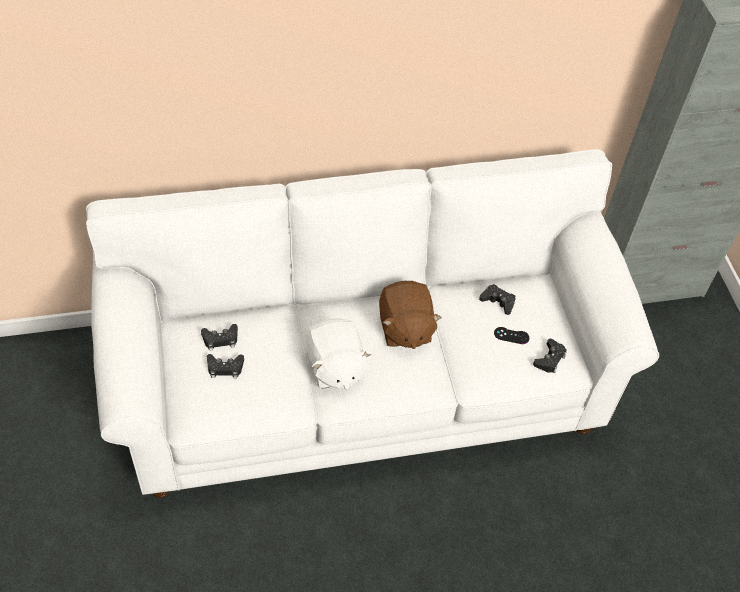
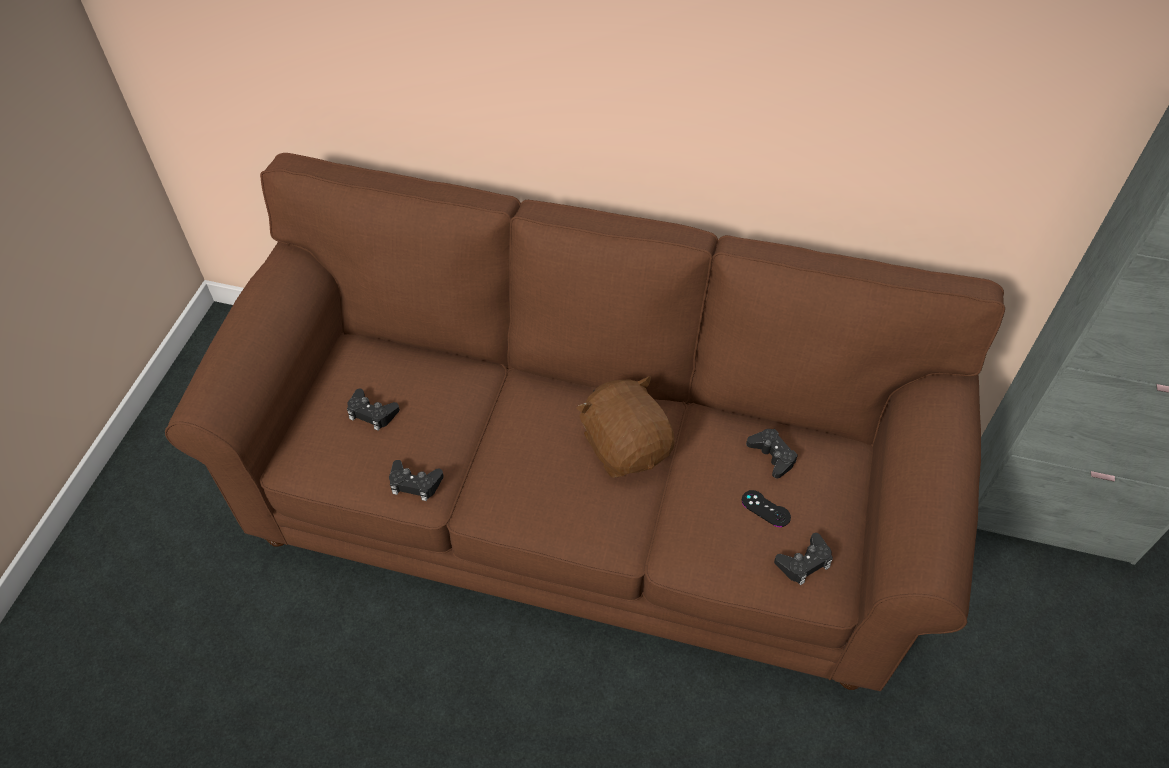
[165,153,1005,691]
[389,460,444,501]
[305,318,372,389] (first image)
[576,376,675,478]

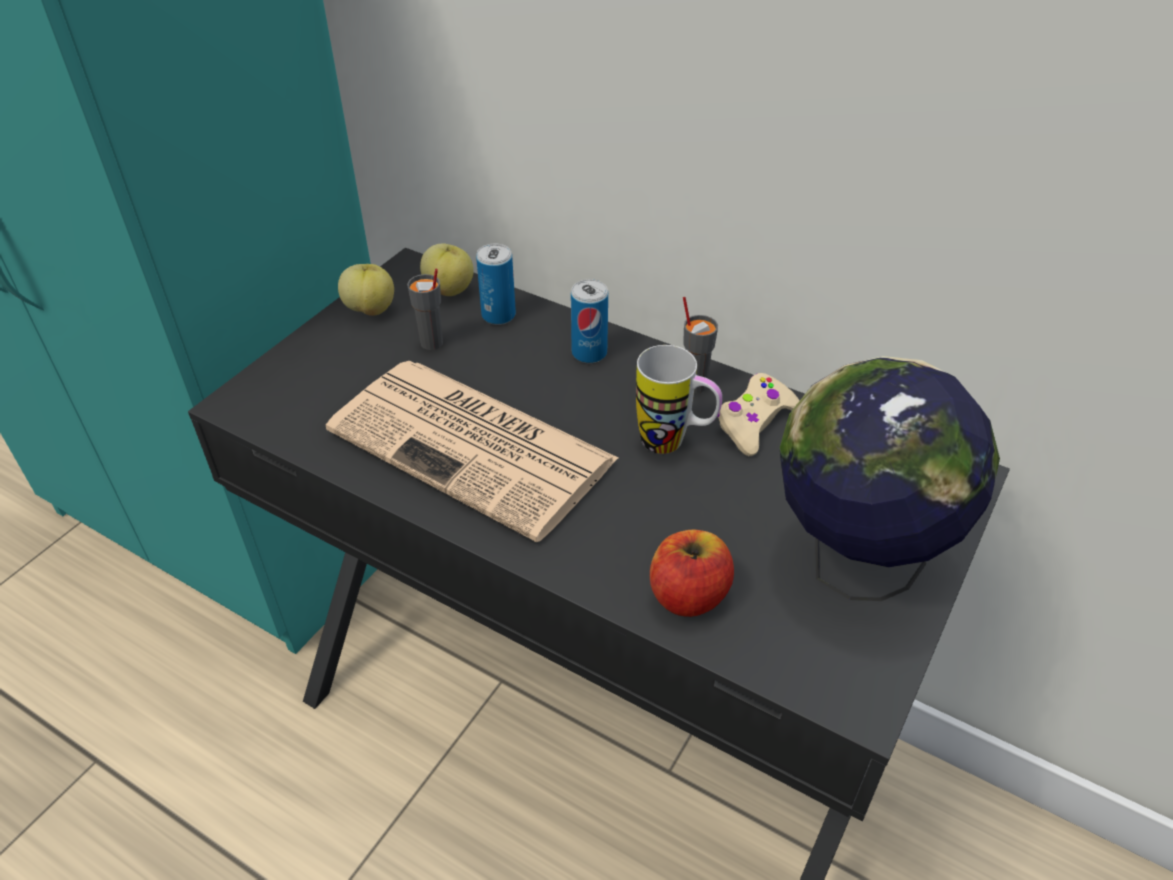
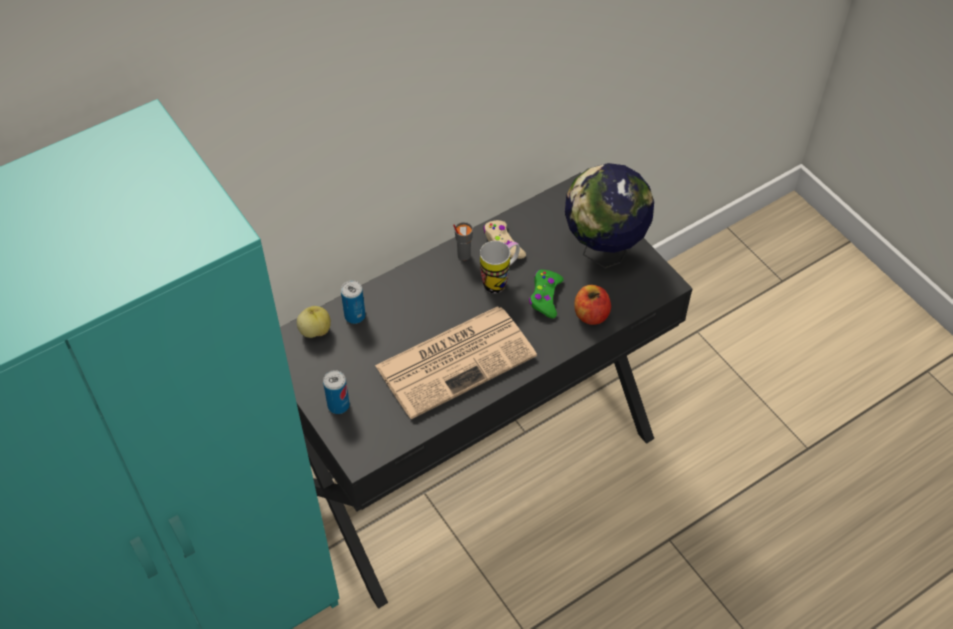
[338,264,394,316] (first image)
[407,269,443,350] (first image)
[323,370,350,414]
[529,270,564,319]

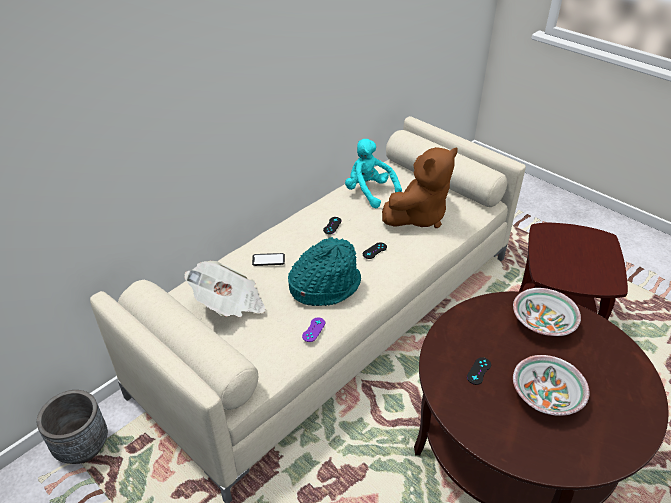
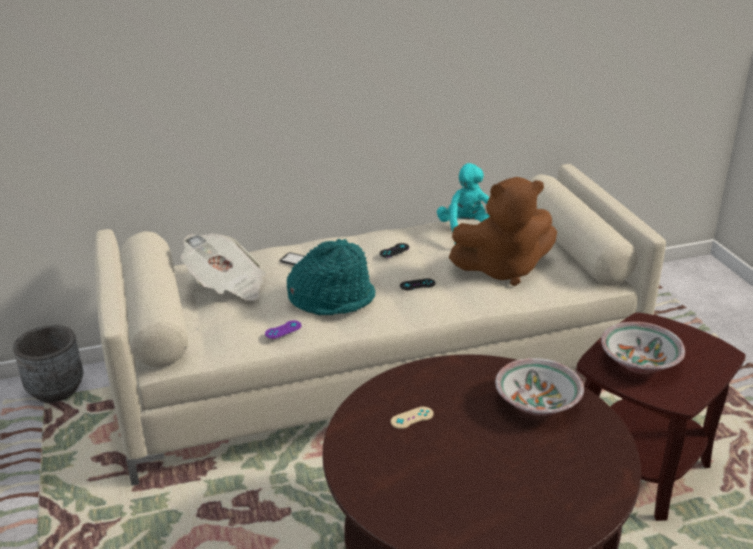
[391,407,434,429]
[601,322,685,374]

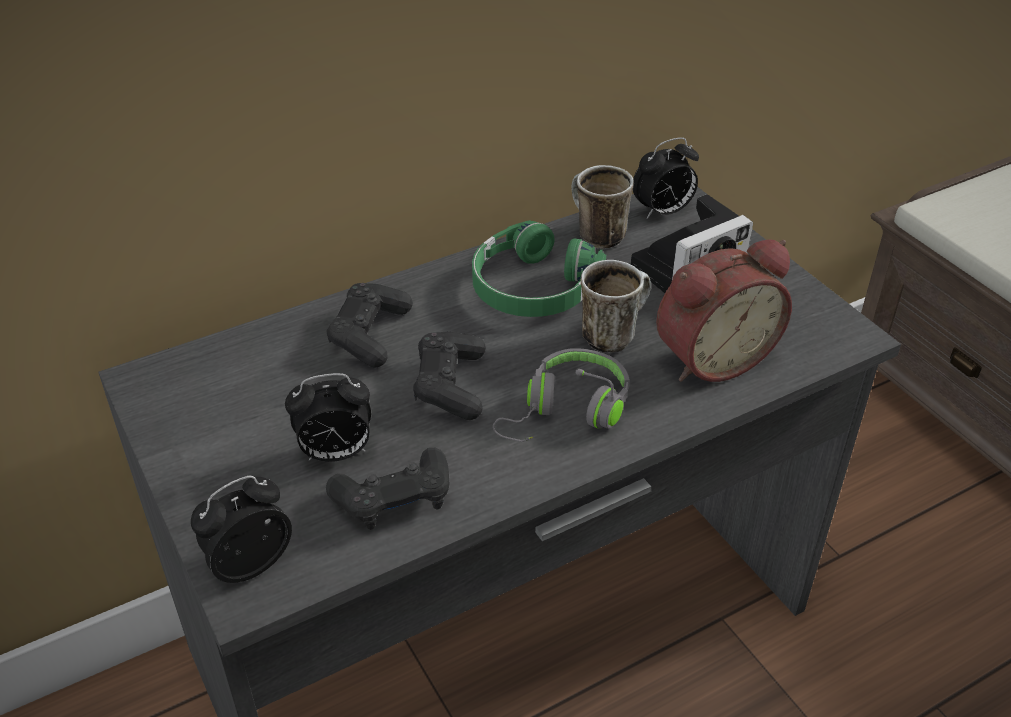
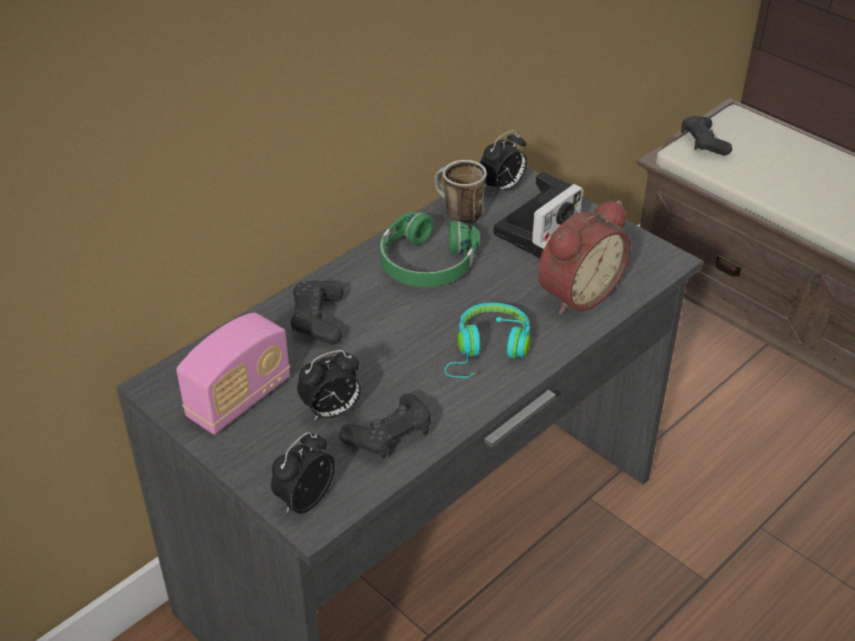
[681,116,732,155]
[444,303,530,378]
[581,260,651,353] (first image)
[176,312,290,434]

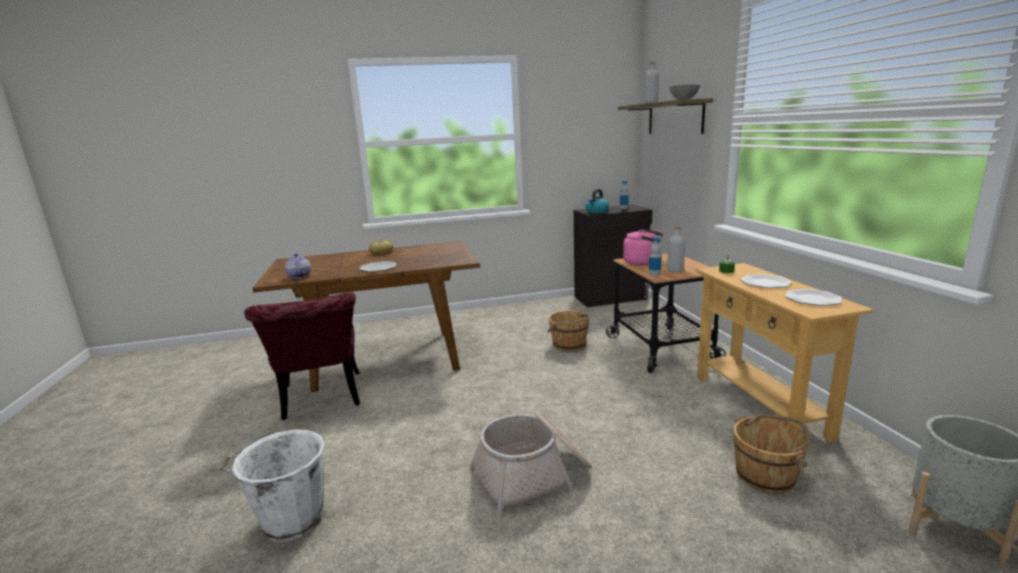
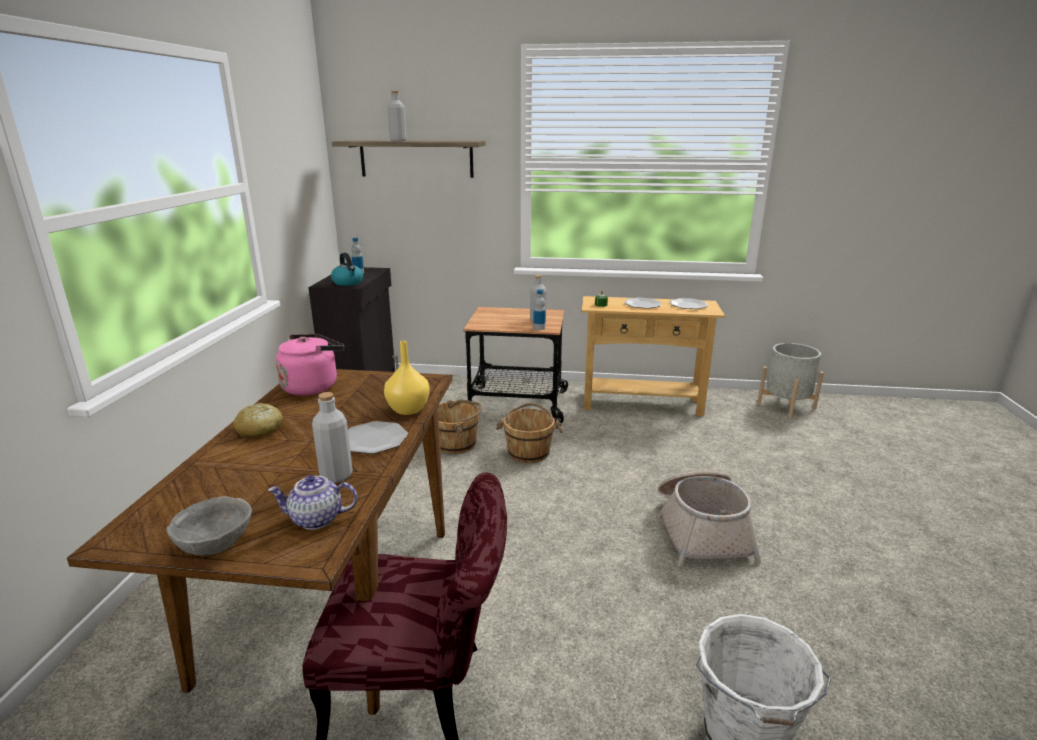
[276,334,344,396]
[166,496,252,555]
[496,403,563,463]
[312,392,353,483]
[384,341,430,415]

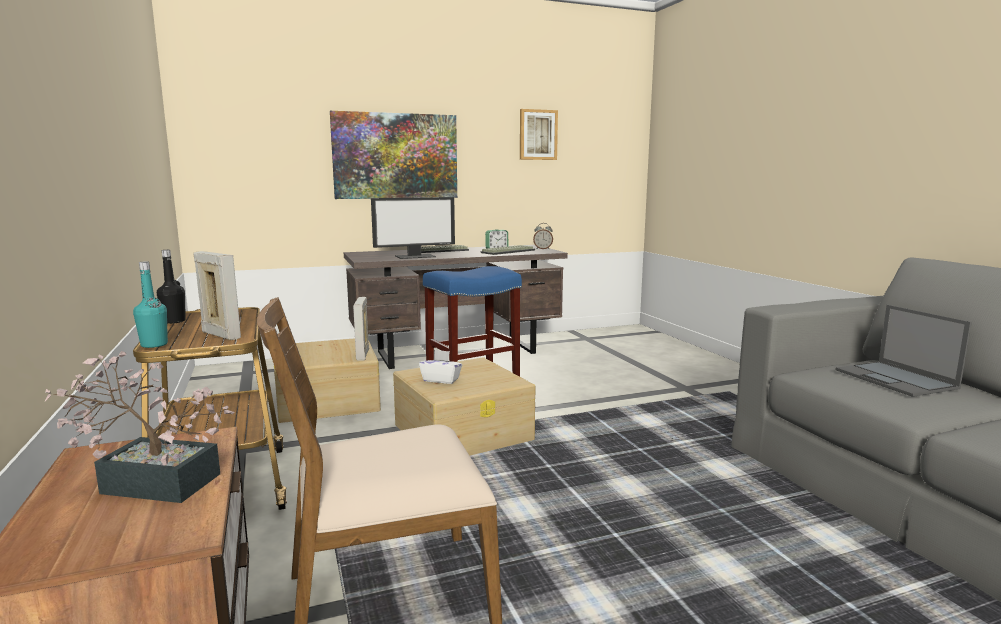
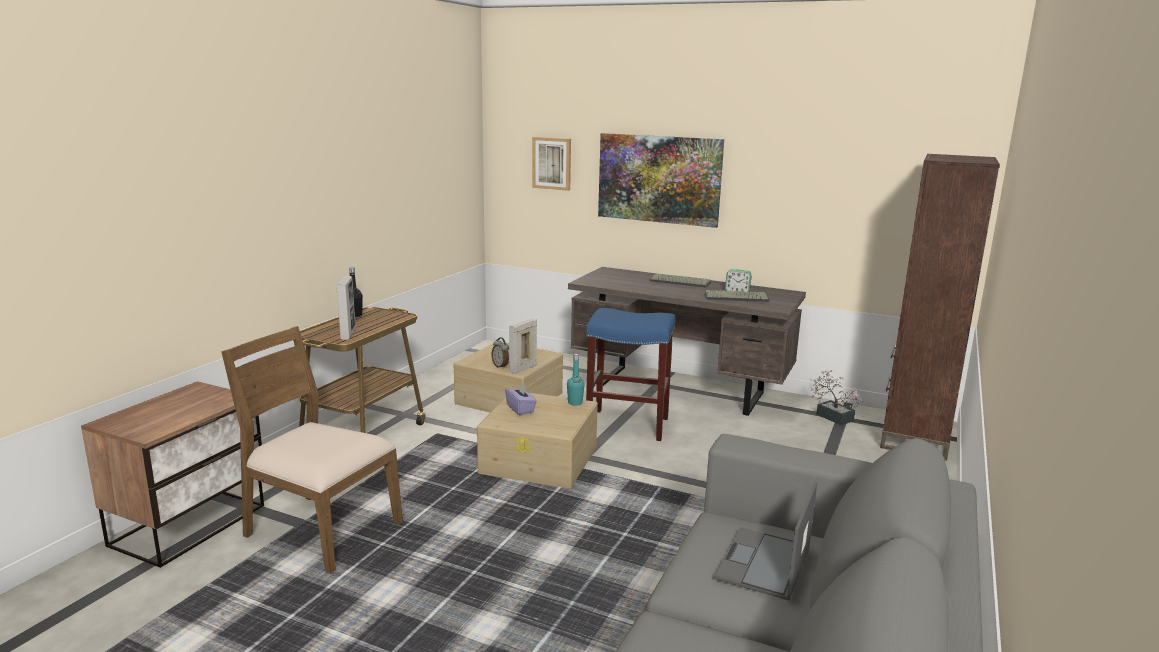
[810,370,864,425]
[567,354,585,406]
[371,197,455,259] (first image)
[505,383,537,415]
[532,137,571,191]
[492,337,509,369]
[880,154,1000,461]

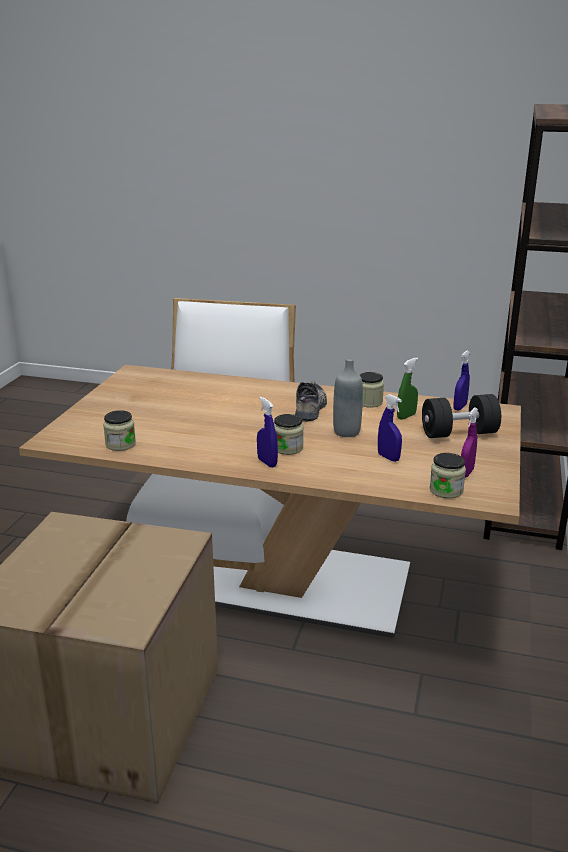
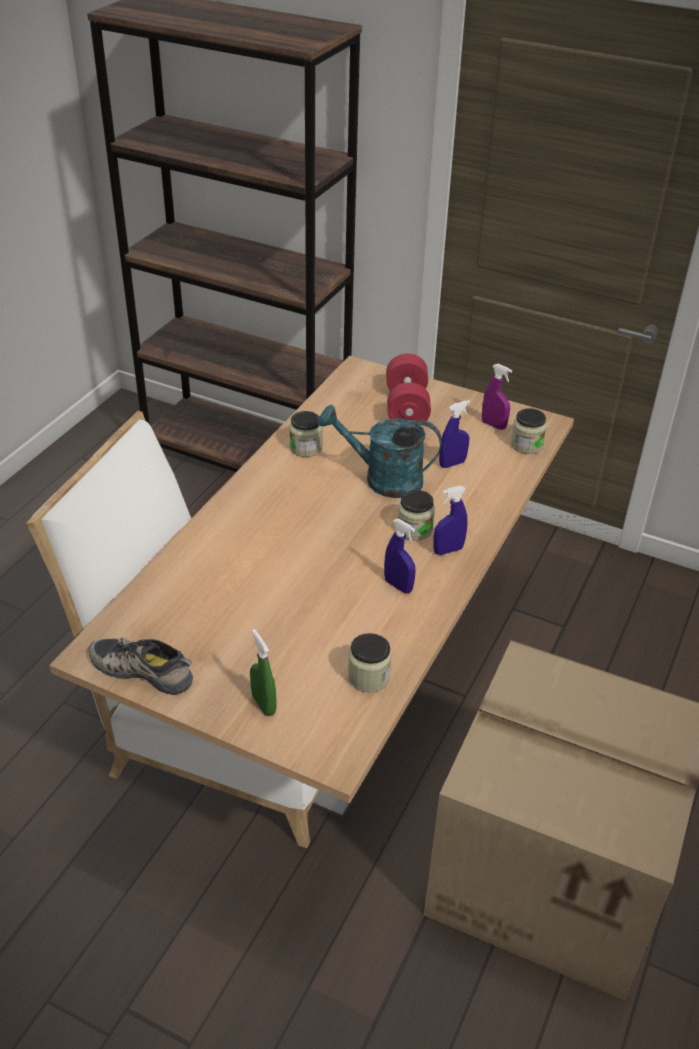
[88,638,193,695]
[318,405,442,498]
[250,629,276,716]
[386,353,431,426]
[384,519,415,593]

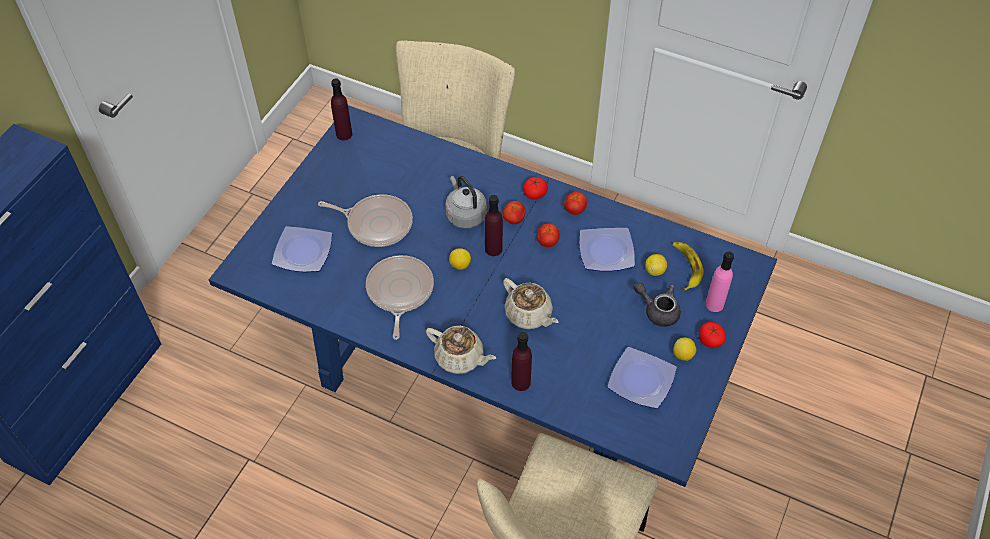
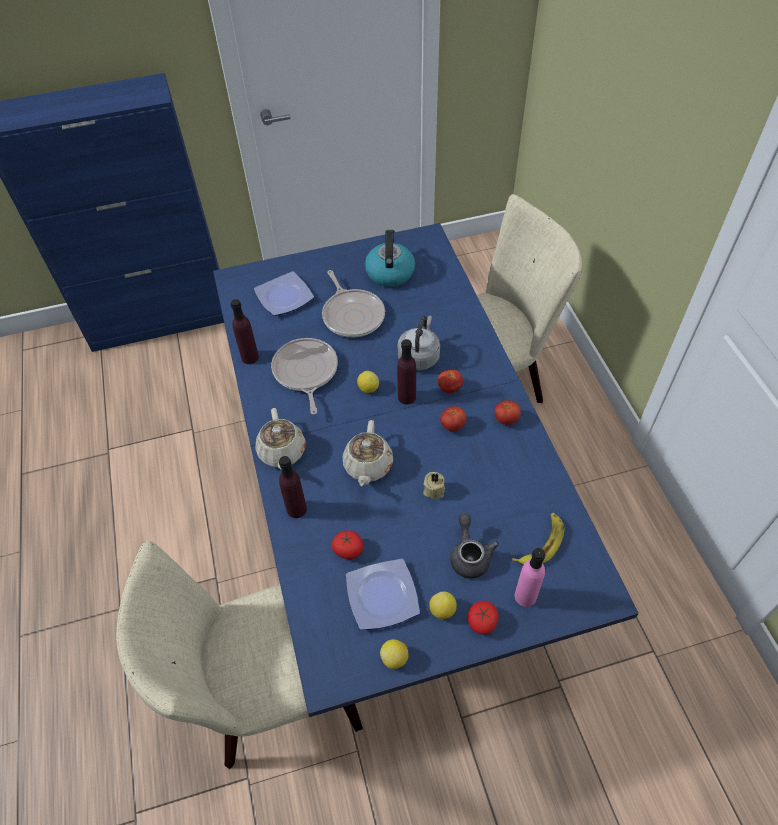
[231,299,259,364]
[271,338,338,415]
[332,531,364,559]
[579,228,635,271] (first image)
[380,639,409,669]
[365,230,415,287]
[423,472,445,499]

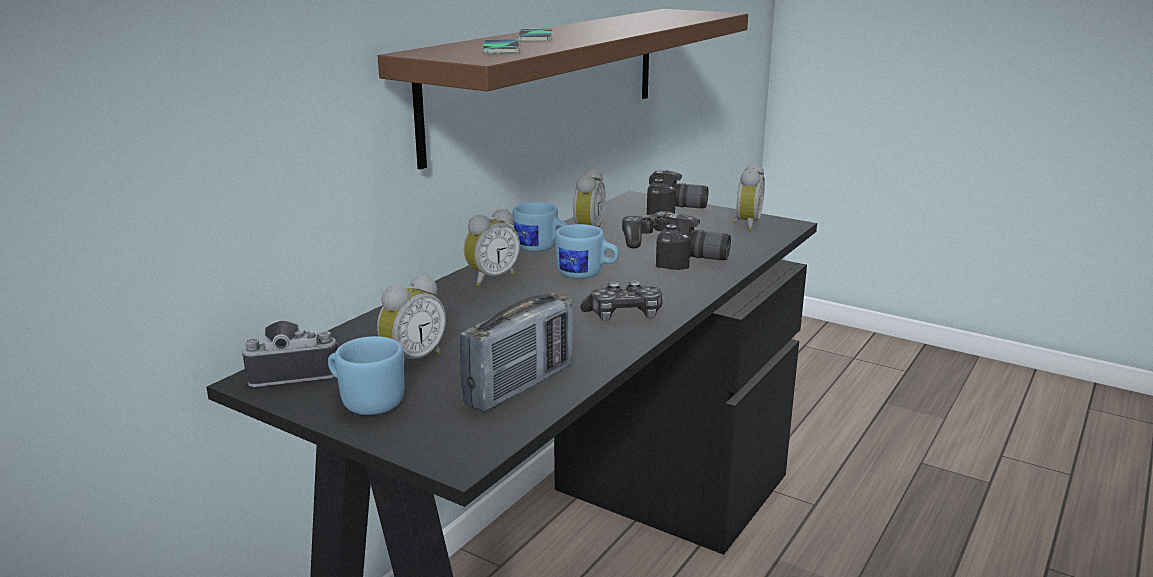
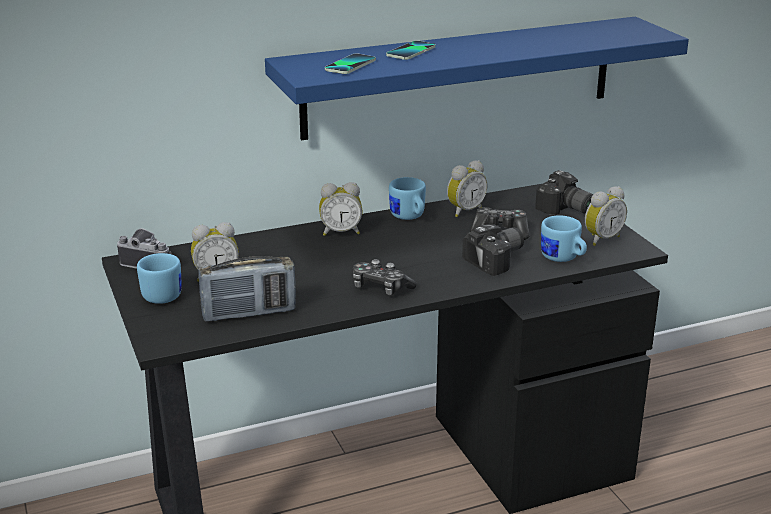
[265,17,689,141]
[541,216,587,262]
[462,224,524,276]

